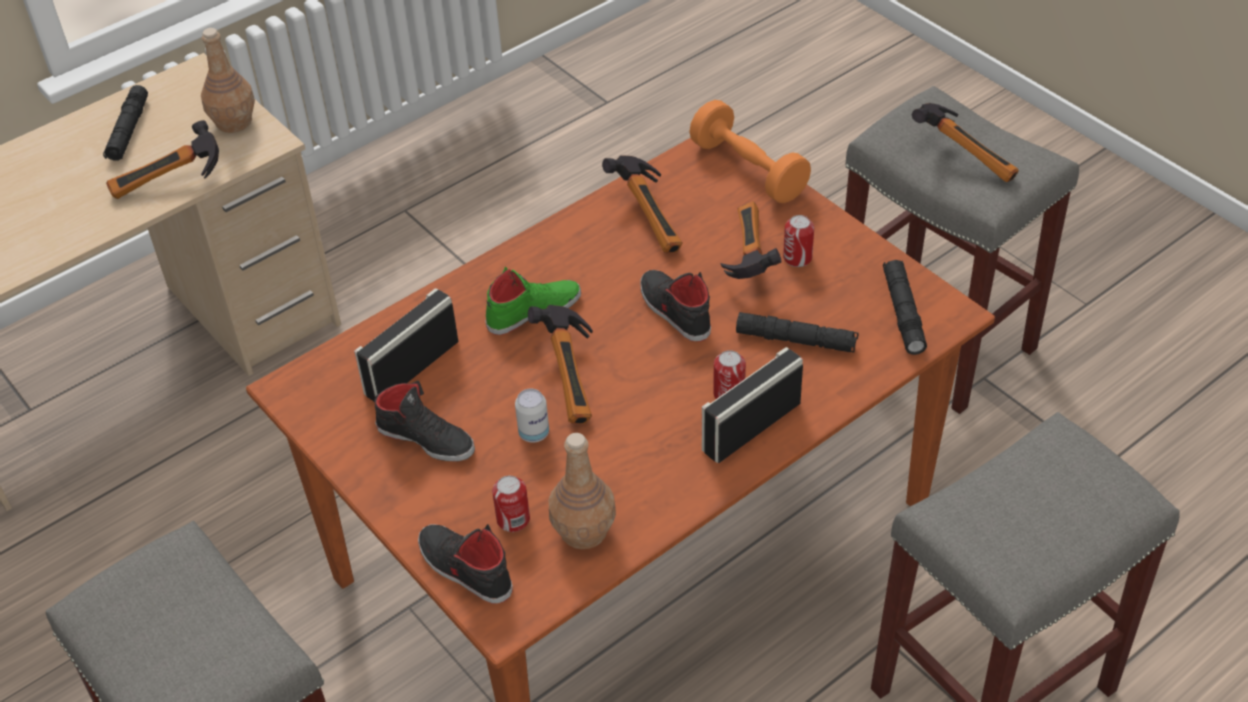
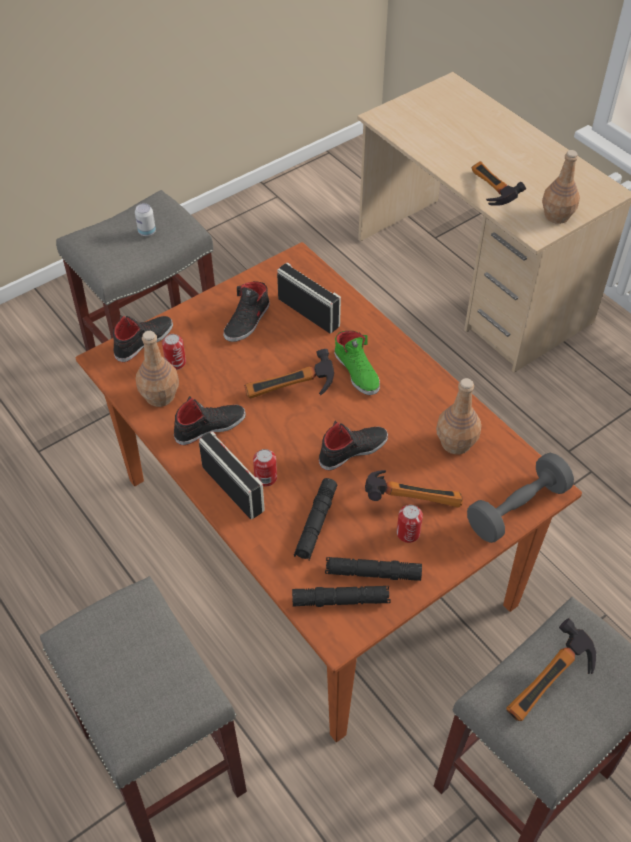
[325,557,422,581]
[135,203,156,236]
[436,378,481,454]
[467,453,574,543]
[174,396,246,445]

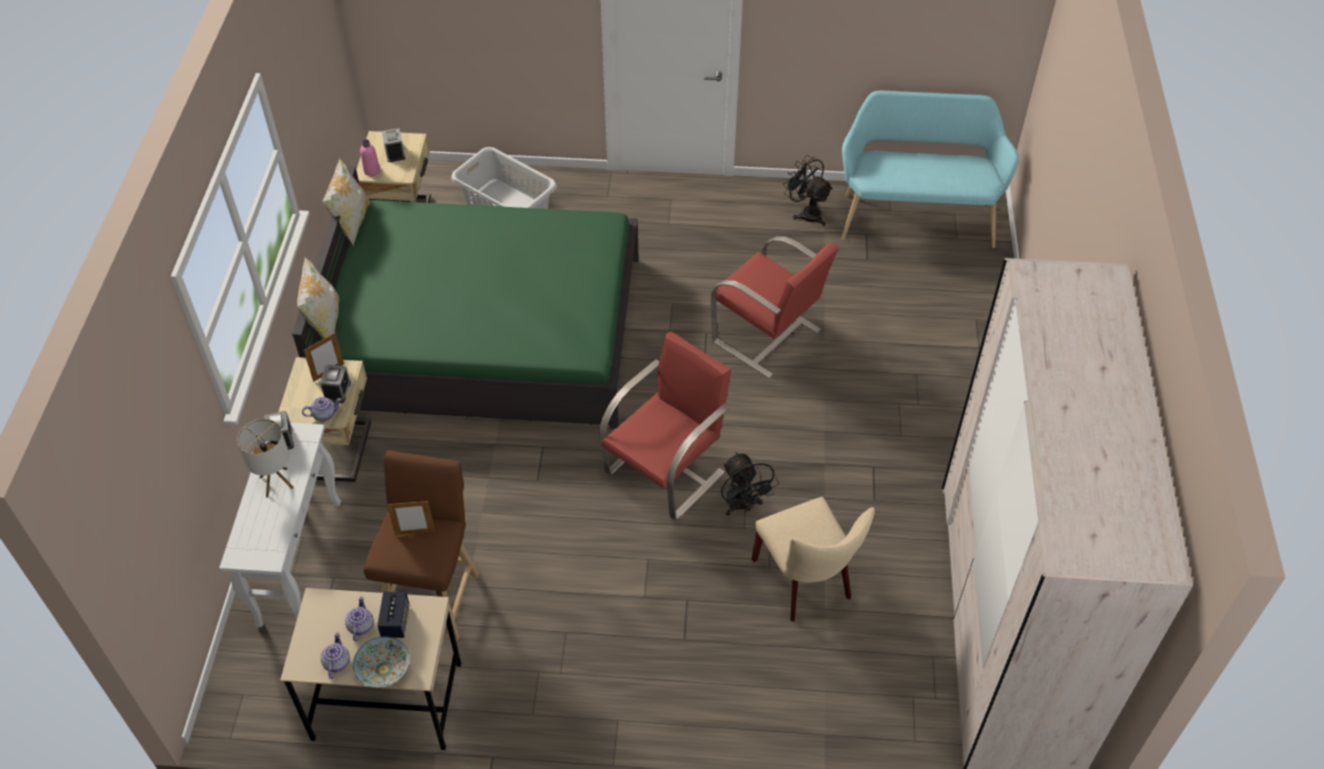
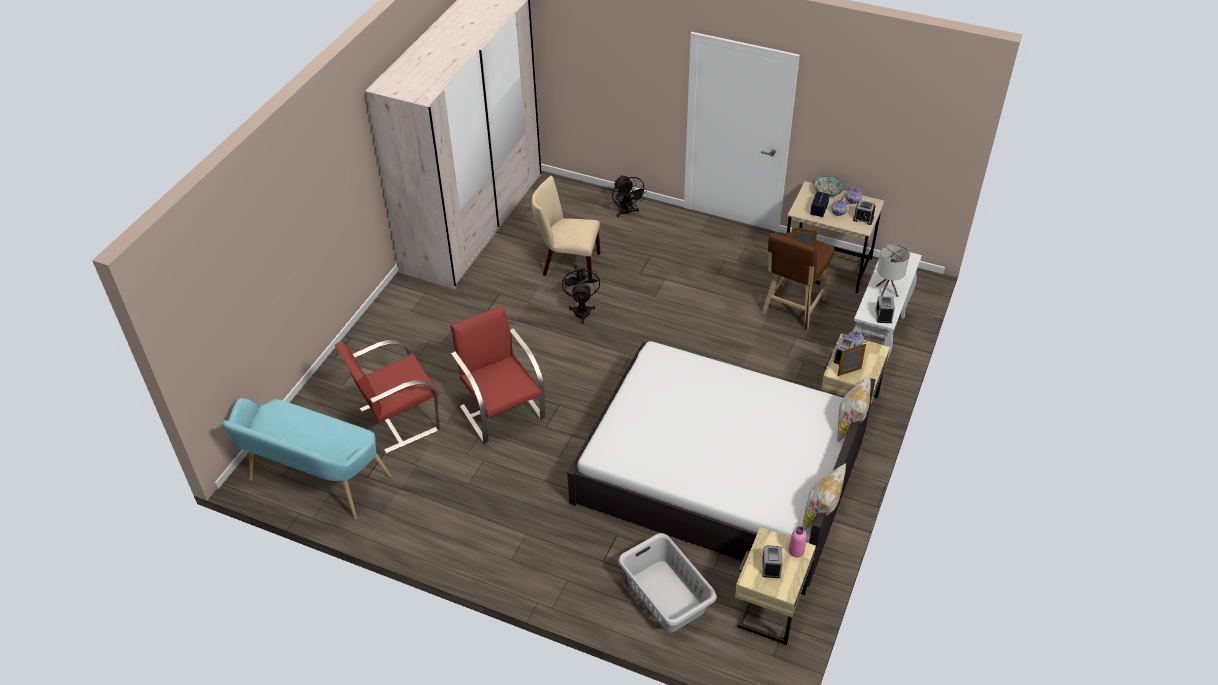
[567,341,876,587]
[335,340,440,454]
[532,176,600,280]
[612,175,647,217]
[853,200,876,225]

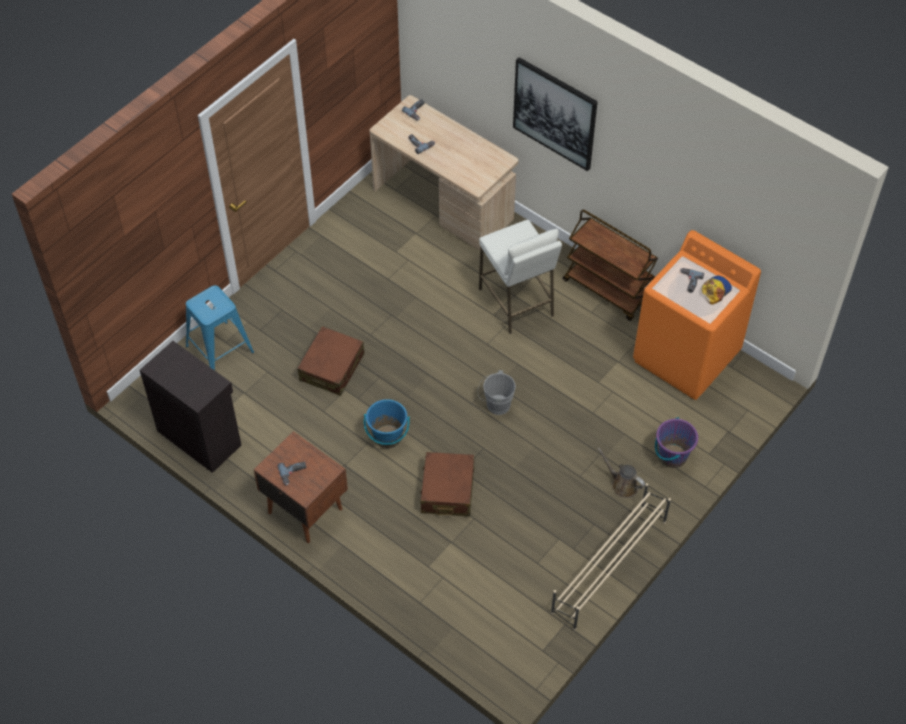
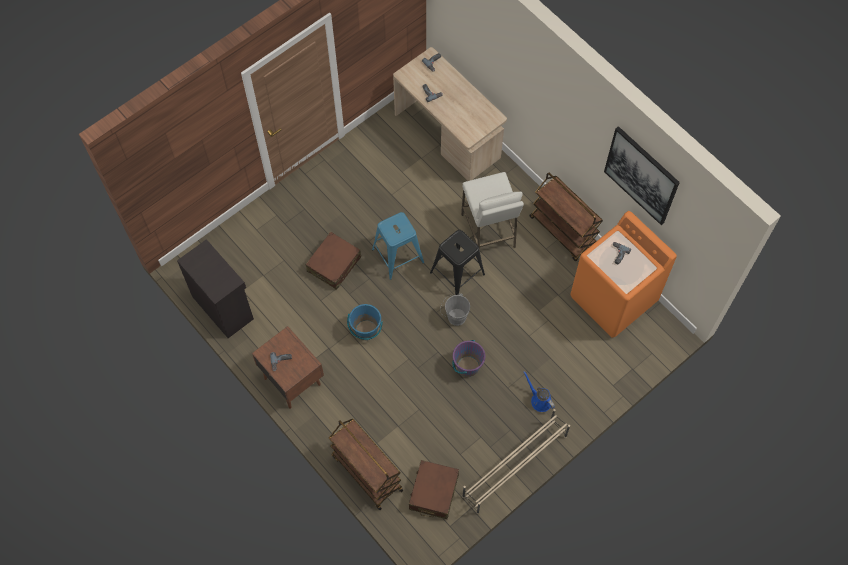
[372,212,424,280]
[409,460,459,519]
[604,126,680,225]
[523,371,555,412]
[453,340,485,377]
[702,276,732,304] (first image)
[329,419,403,510]
[430,230,485,295]

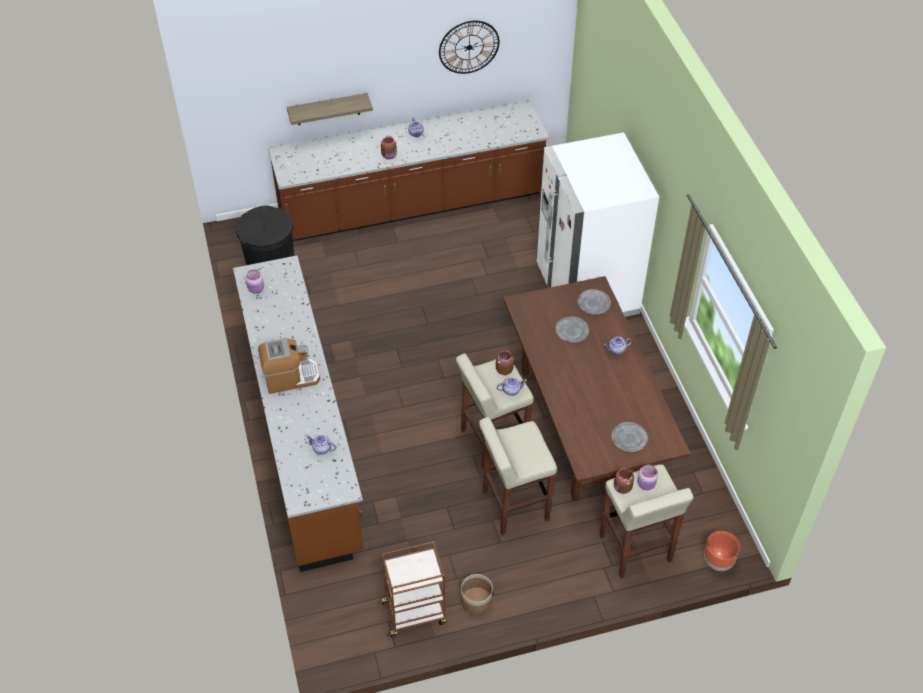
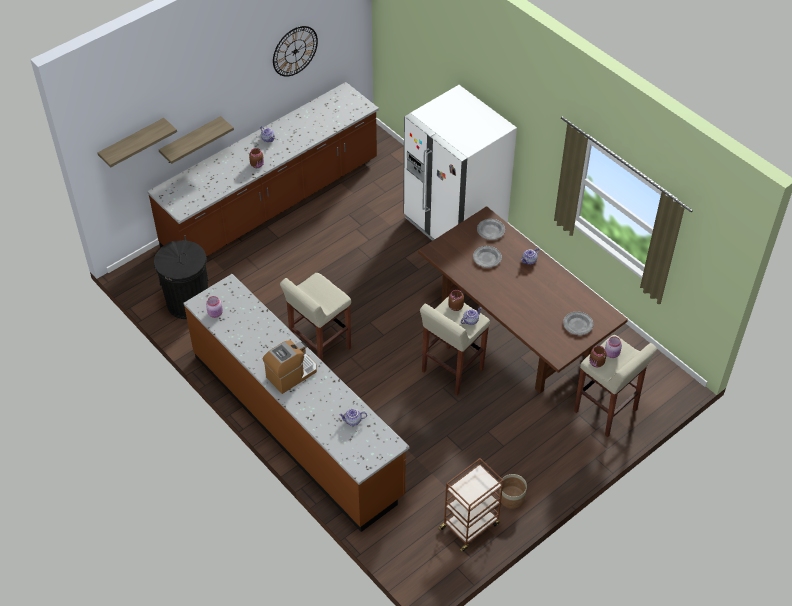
[280,273,351,362]
[704,531,740,571] (first image)
[97,118,177,168]

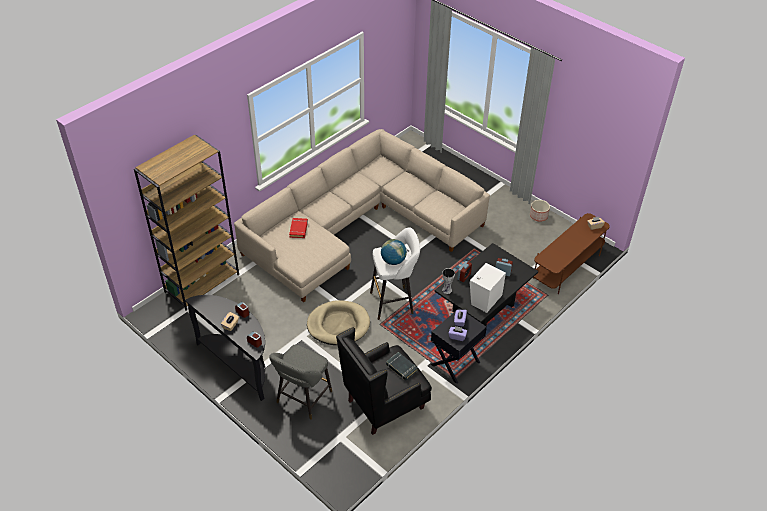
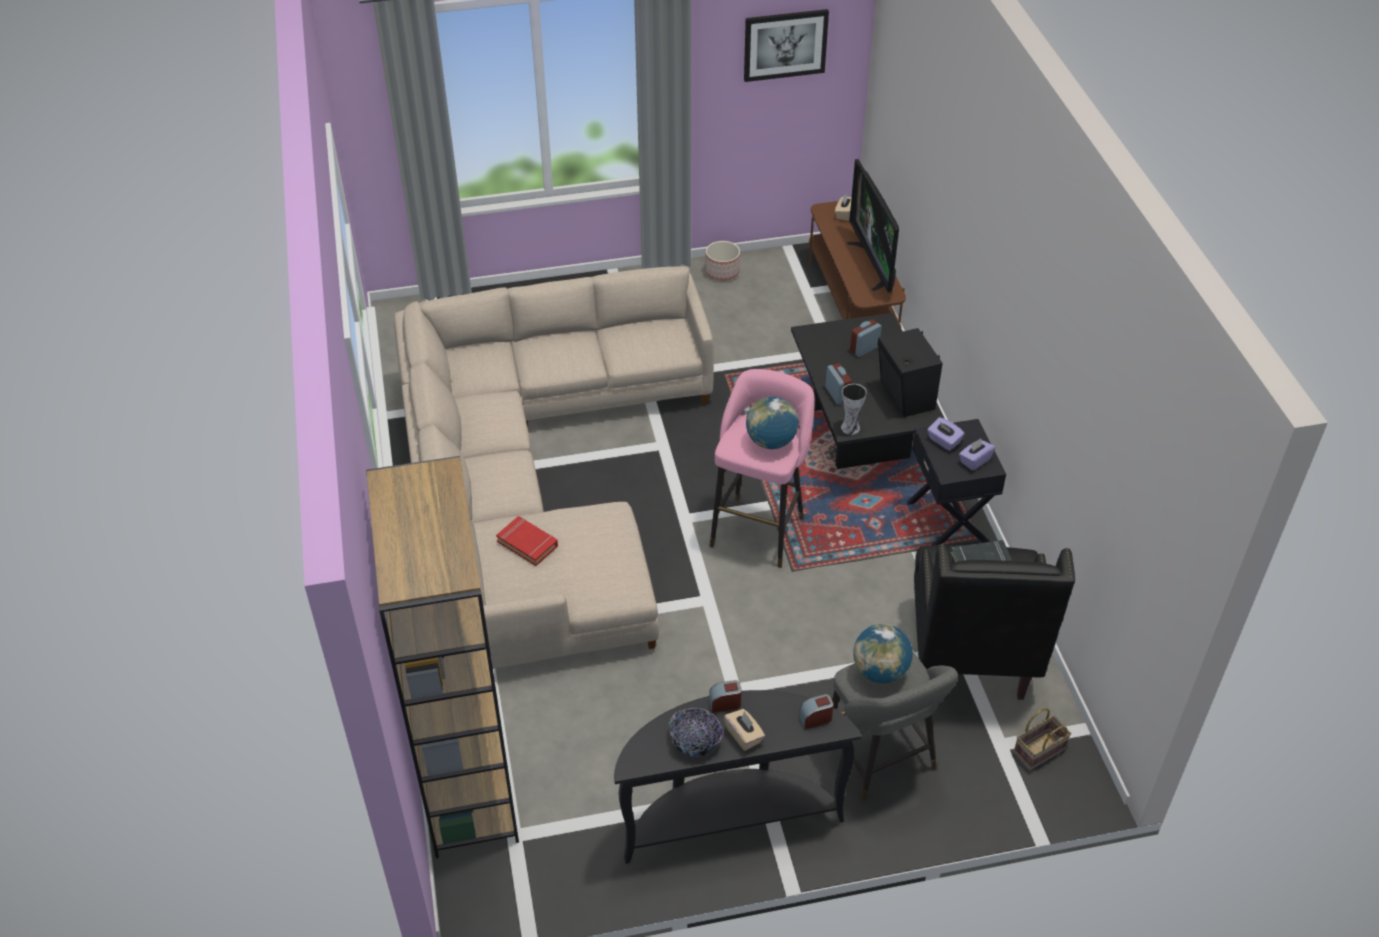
[307,300,370,345] (first image)
[710,369,815,568]
[878,328,943,417]
[668,708,723,757]
[744,9,829,82]
[847,159,899,293]
[853,624,913,683]
[1014,708,1071,770]

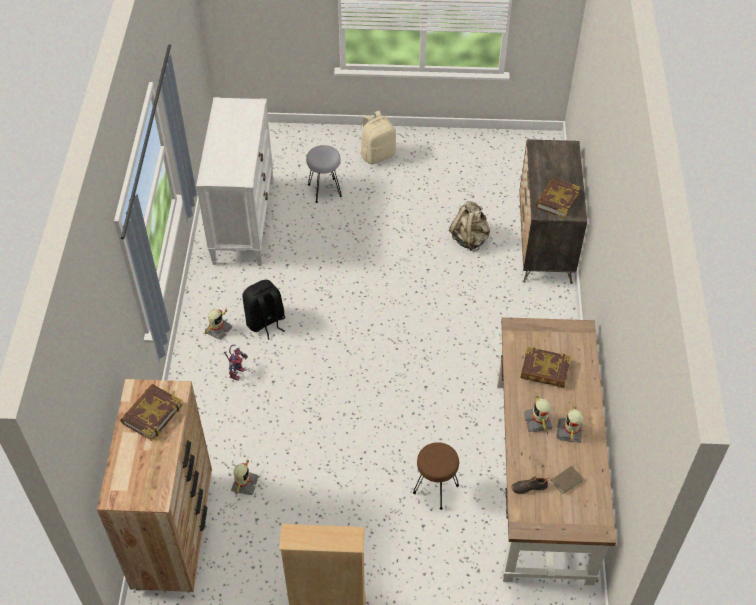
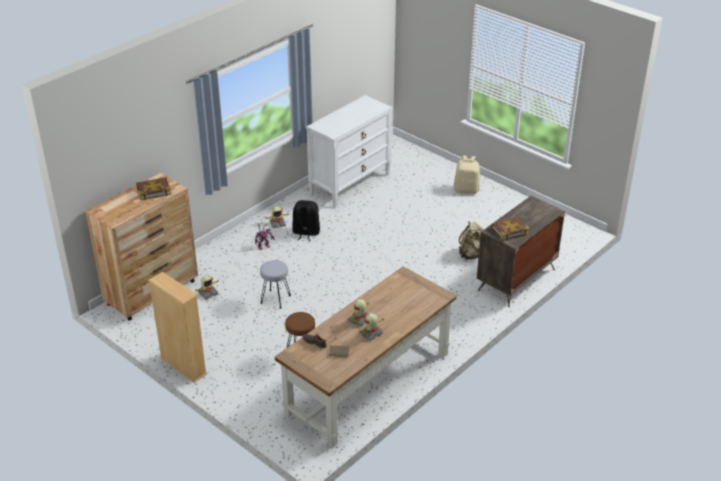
[260,260,291,309]
[521,347,571,388] (first image)

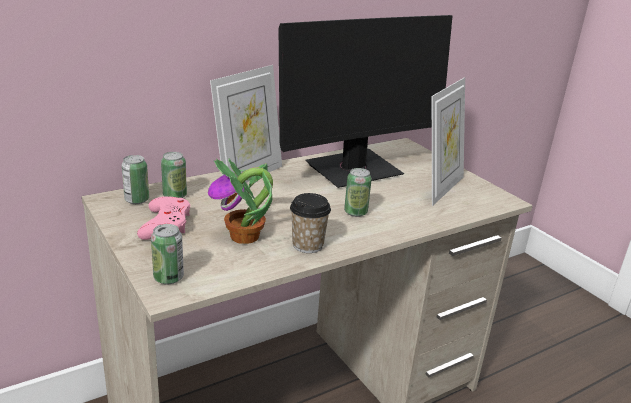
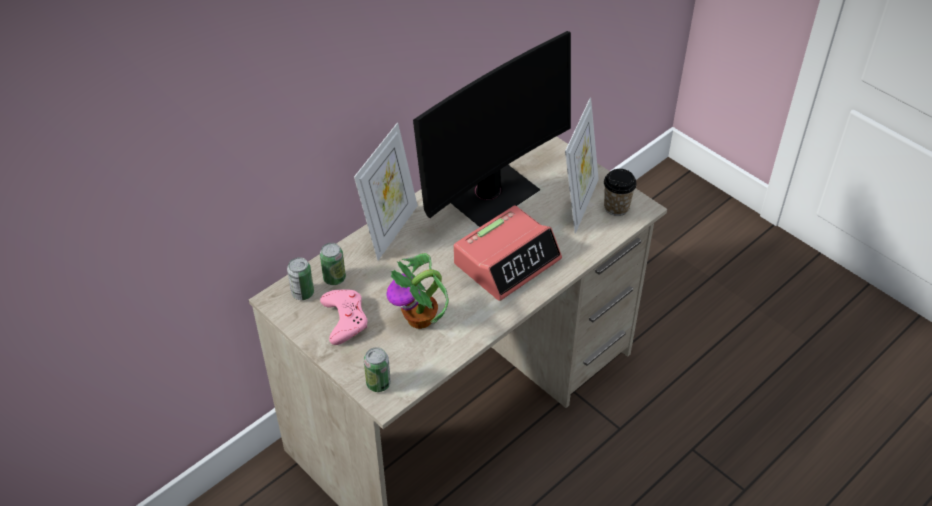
[604,169,637,216]
[454,205,562,301]

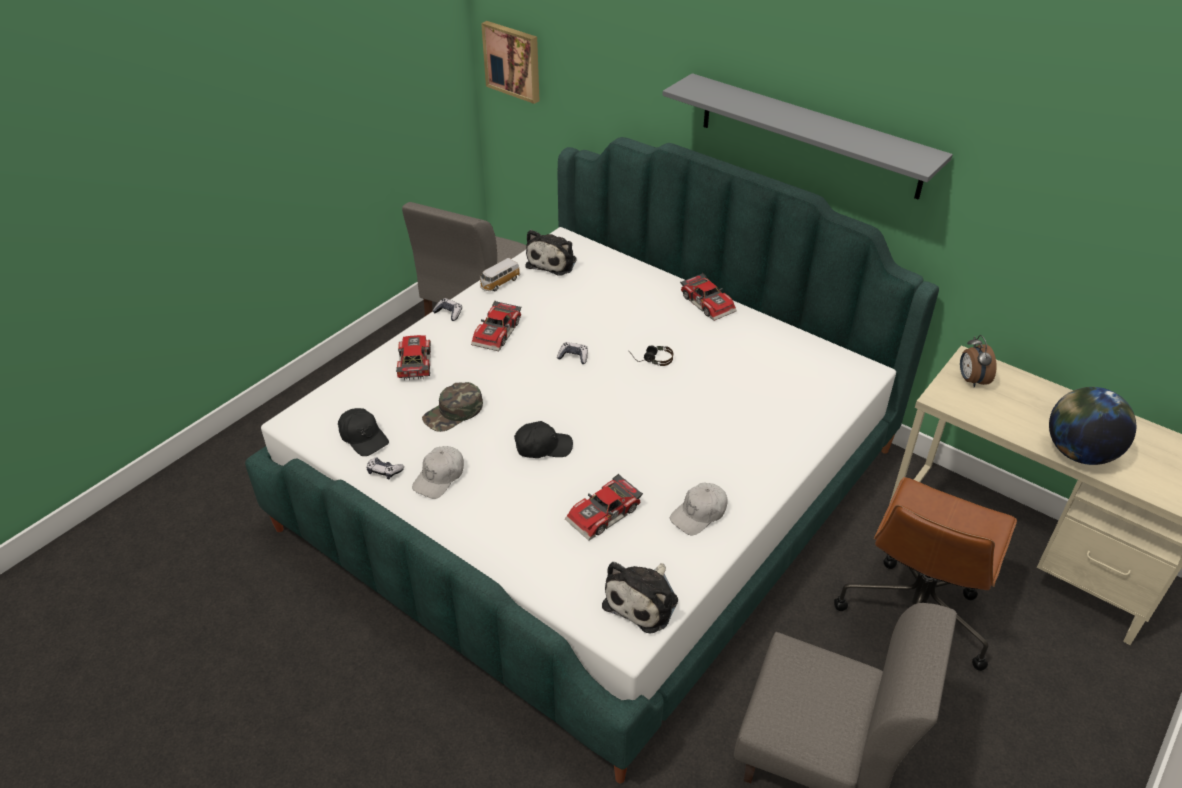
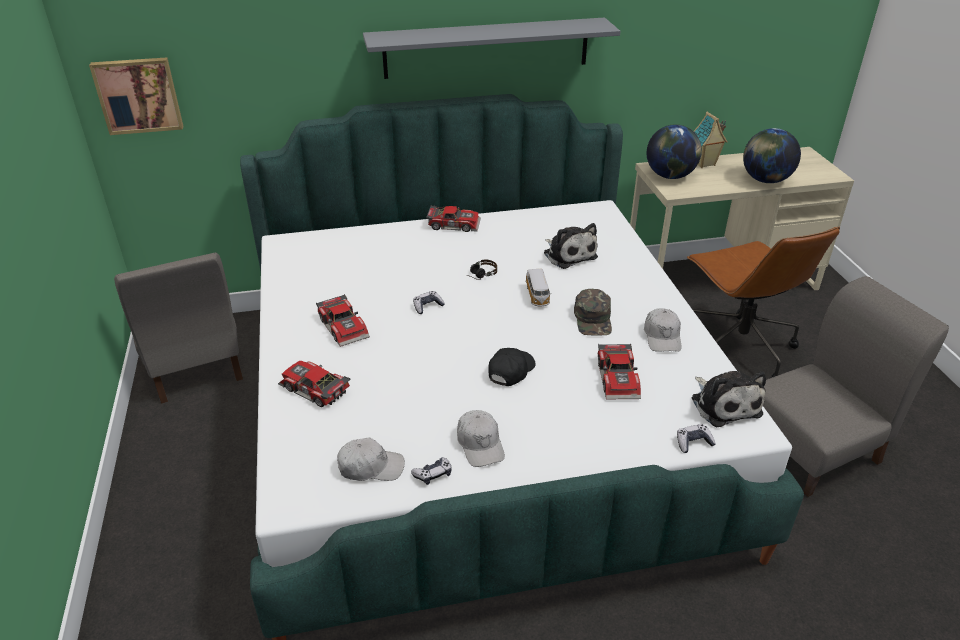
[337,438,405,481]
[574,289,612,335]
[677,424,716,453]
[526,269,550,307]
[544,223,598,269]
[647,124,702,179]
[694,112,728,168]

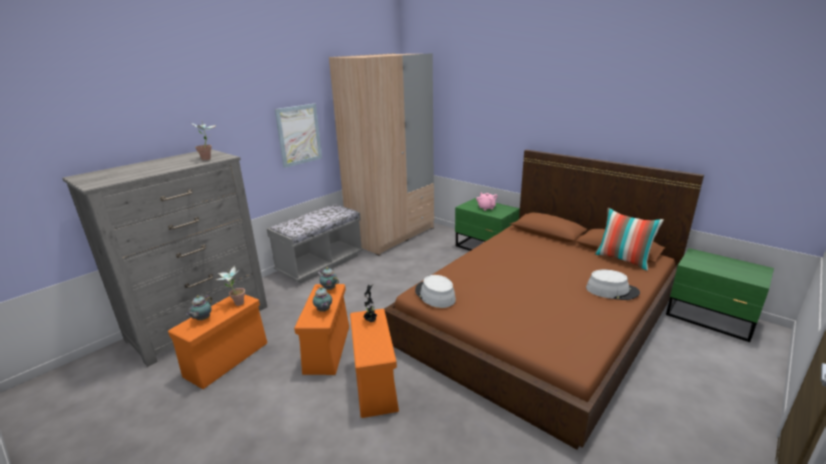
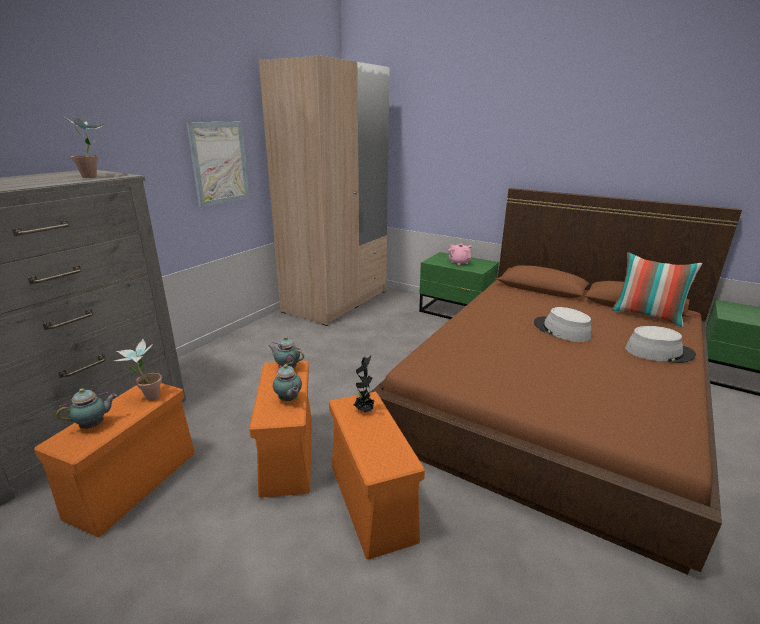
[56,388,117,429]
[267,204,363,283] (first image)
[534,307,591,342]

